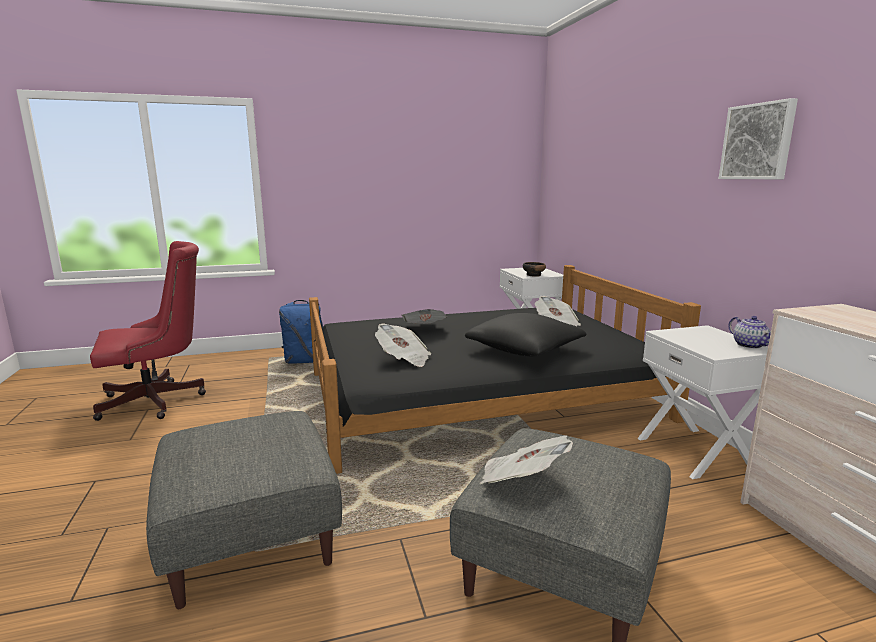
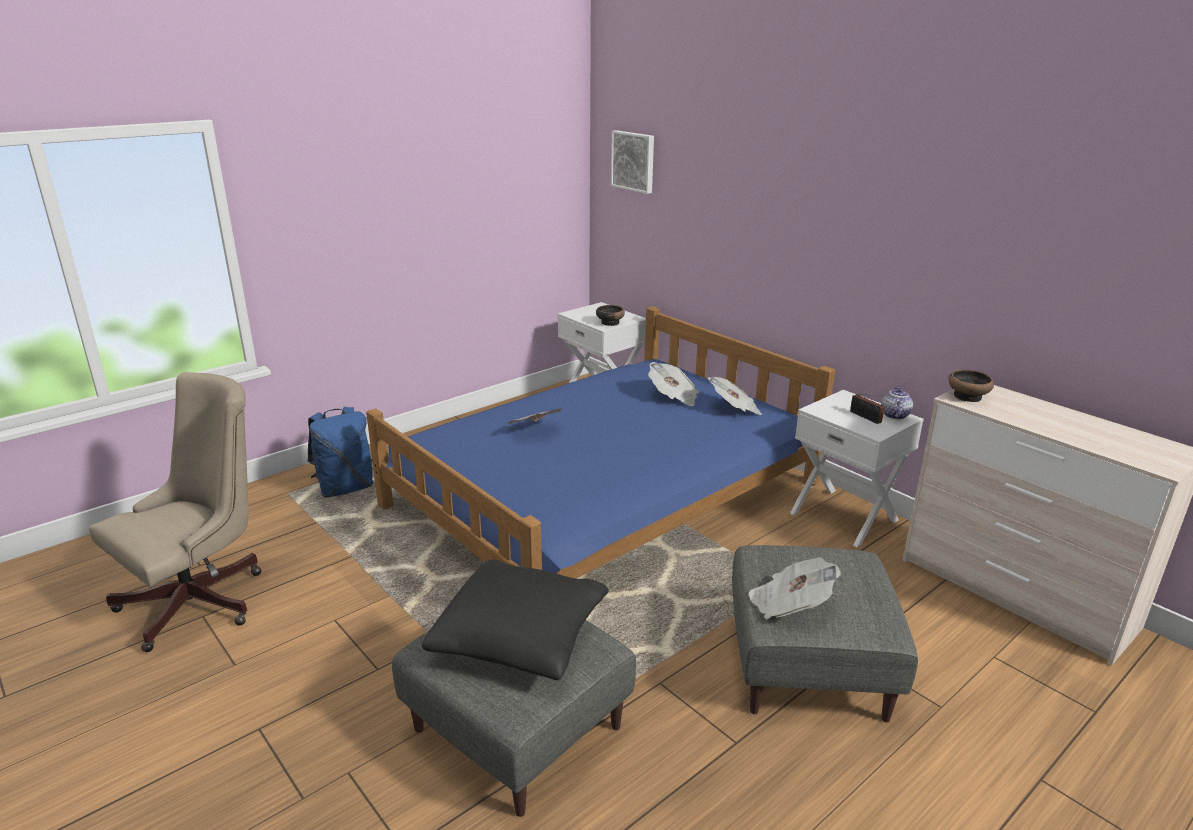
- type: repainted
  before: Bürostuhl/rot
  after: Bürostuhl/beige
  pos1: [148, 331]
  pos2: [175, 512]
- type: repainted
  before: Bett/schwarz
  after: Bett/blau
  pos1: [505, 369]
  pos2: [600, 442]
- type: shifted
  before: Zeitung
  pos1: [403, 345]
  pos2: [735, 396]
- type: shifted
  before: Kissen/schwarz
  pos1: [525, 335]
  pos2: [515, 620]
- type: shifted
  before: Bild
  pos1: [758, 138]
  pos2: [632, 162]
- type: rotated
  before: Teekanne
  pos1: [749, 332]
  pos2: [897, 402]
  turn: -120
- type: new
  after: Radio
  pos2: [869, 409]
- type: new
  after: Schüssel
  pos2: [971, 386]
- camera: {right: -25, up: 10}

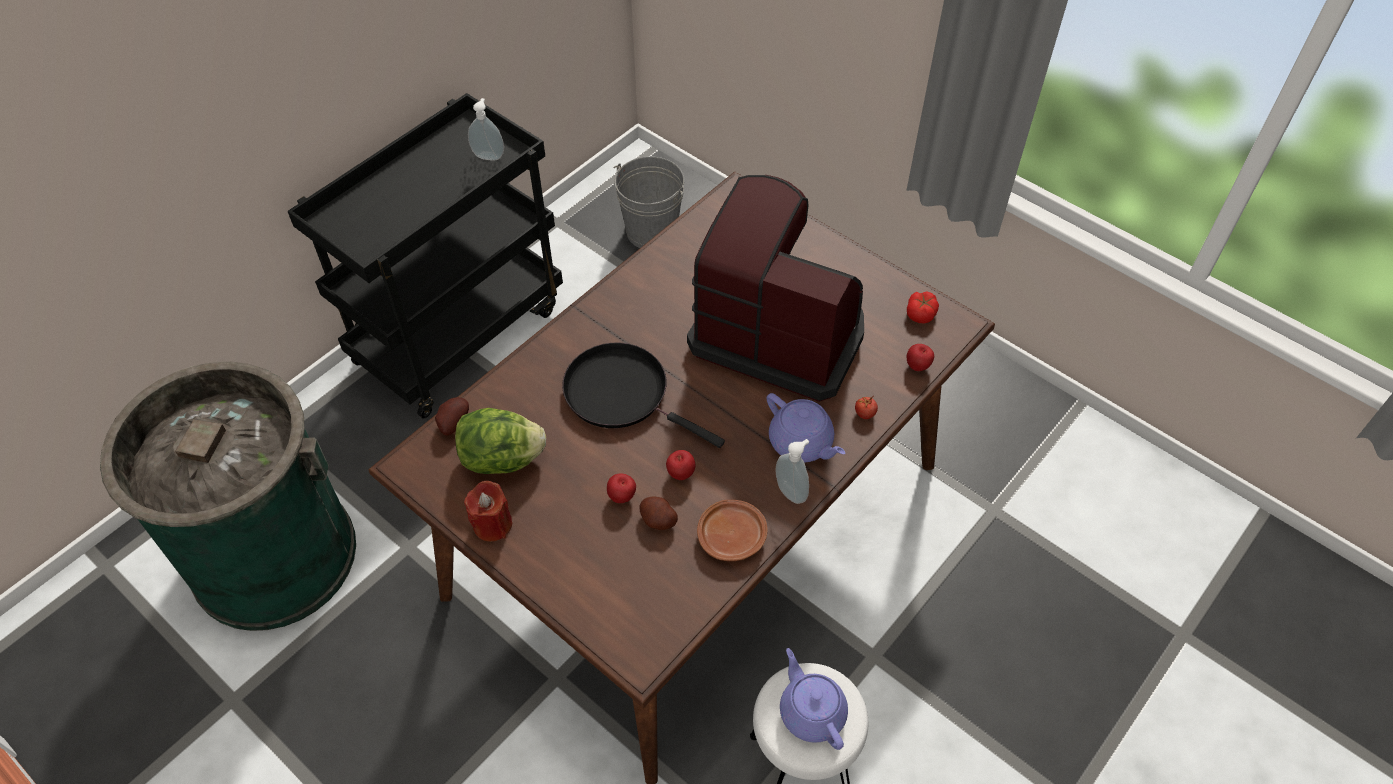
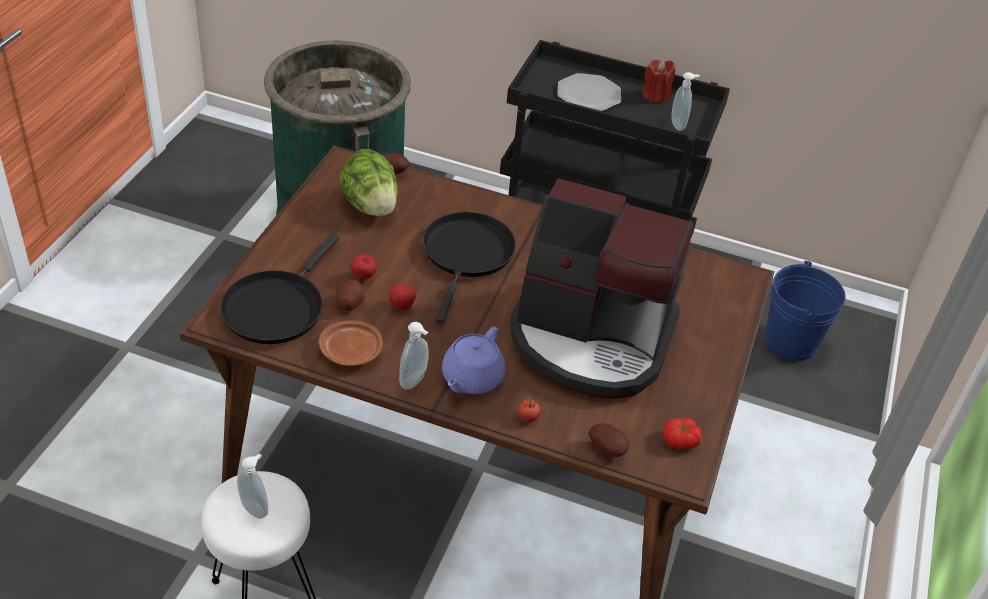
- type: shifted
  before: Kerze/rot
  pos1: [488, 511]
  pos2: [659, 81]
- type: repainted
  before: Eimer/grau
  after: Eimer/blau
  pos1: [648, 202]
  pos2: [805, 311]
- type: rotated
  before: Kaffeemaschine
  pos1: [775, 288]
  pos2: [602, 288]
  turn: 105
- type: swapped
  before: Teekanne/lila
  after: Seifenspender
  pos1: [814, 699]
  pos2: [253, 486]
- type: swapped
  before: Apfel
  after: Kartoffel
  pos1: [920, 357]
  pos2: [609, 440]
- type: new
  after: Pfanne/schwarz
  pos2: [279, 289]
- type: new
  after: Teller
  pos2: [589, 92]
- camera: {right: 65, up: -10}

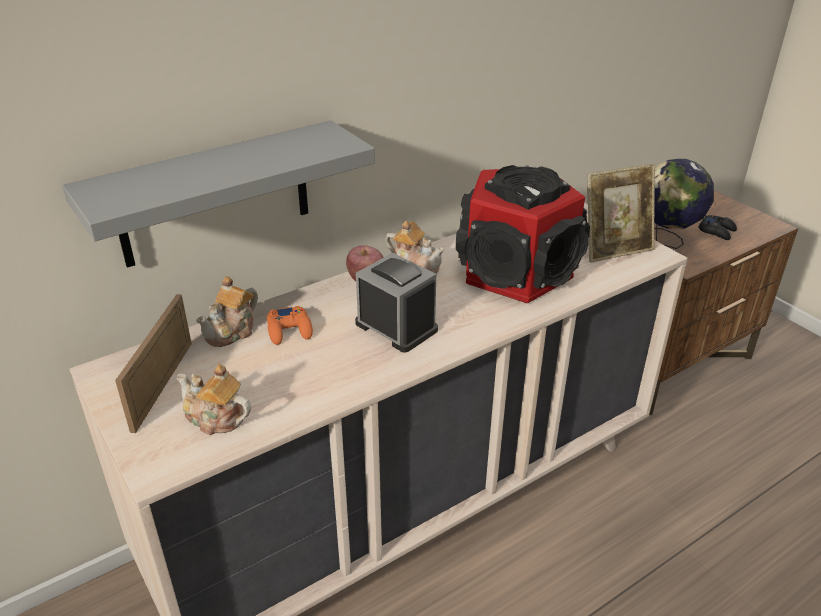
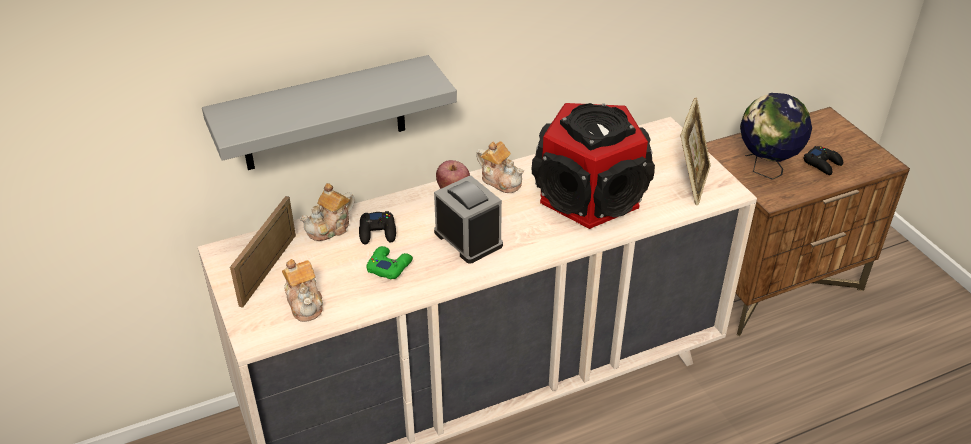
- type: rotated
  before: Teekanne
  pos1: [213, 399]
  pos2: [302, 290]
  turn: -150
- type: repainted
  before: Gamepad/orange
  after: Gamepad/schwarz
  pos1: [290, 325]
  pos2: [377, 227]
- type: rotated
  before: Bilderrahmen
  pos1: [621, 213]
  pos2: [695, 151]
  turn: -60
- type: new
  after: Gamepad/grün
  pos2: [389, 262]
- camera: {right: 10, up: 5}

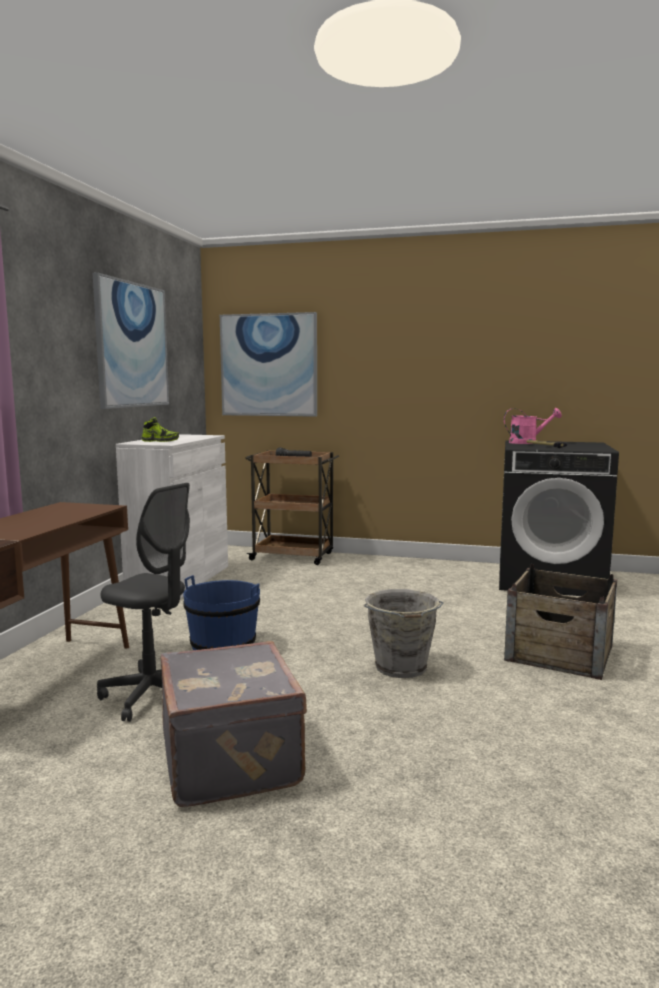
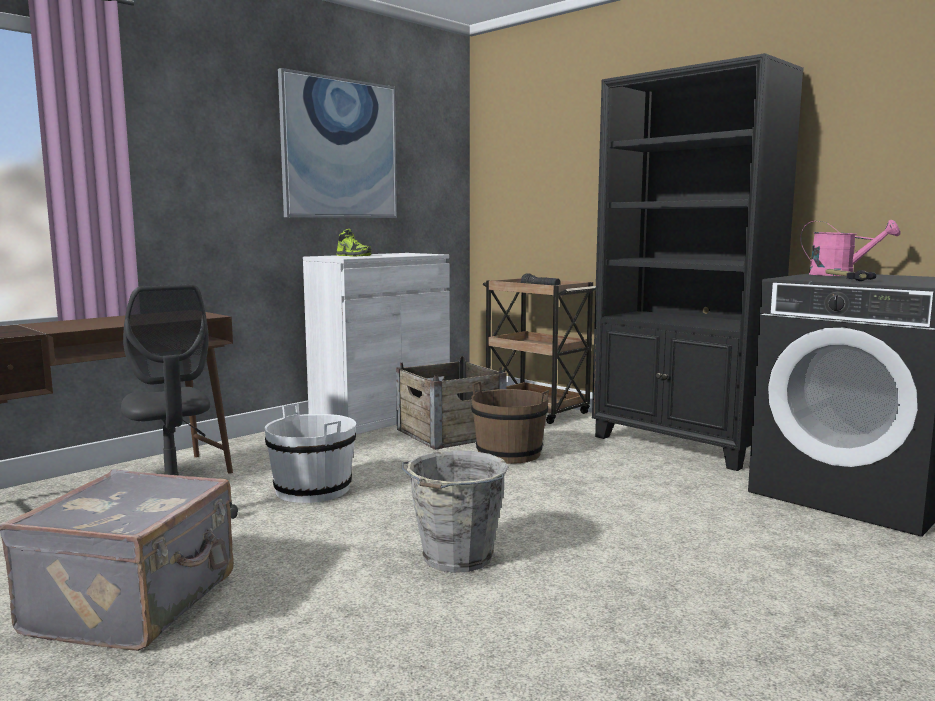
- type: repainted
  before: Eimer/blau
  after: Eimer/weiß
  pos1: [221, 612]
  pos2: [310, 453]
- type: gone
  before: Bild
  pos1: [268, 364]
- type: shifted
  before: Kiste
  pos1: [560, 622]
  pos2: [451, 403]
- type: new
  after: Eimer/braun
  pos2: [510, 423]
- type: new
  after: Bücherregal/schwarz
  pos2: [698, 262]
- camera: {right: 30, up: 0}

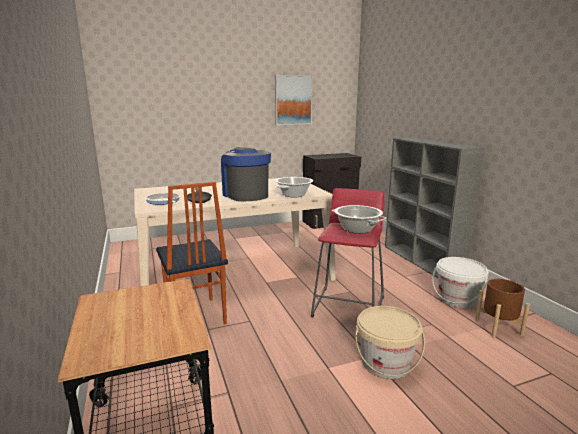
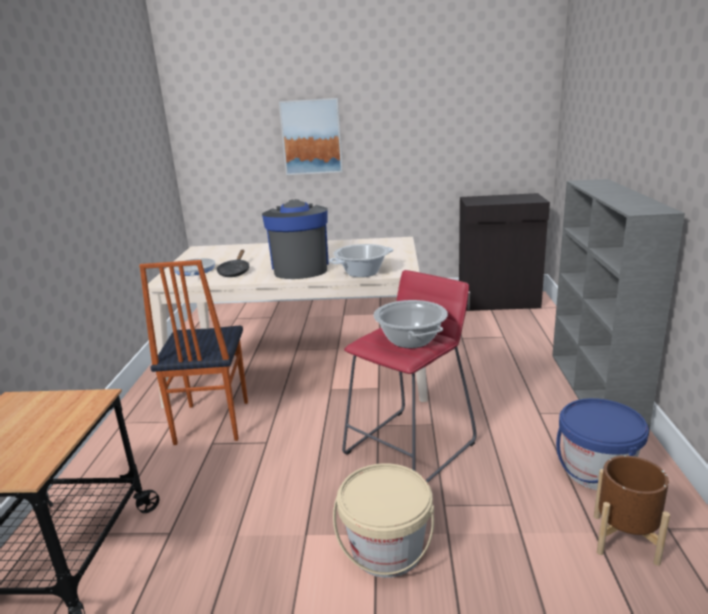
- type: shifted
  before: Bild
  pos1: [293, 100]
  pos2: [311, 136]
- type: repainted
  before: Eimer/weiß
  after: Eimer/blau
  pos1: [460, 282]
  pos2: [602, 444]
- camera: {right: 25, up: 5}

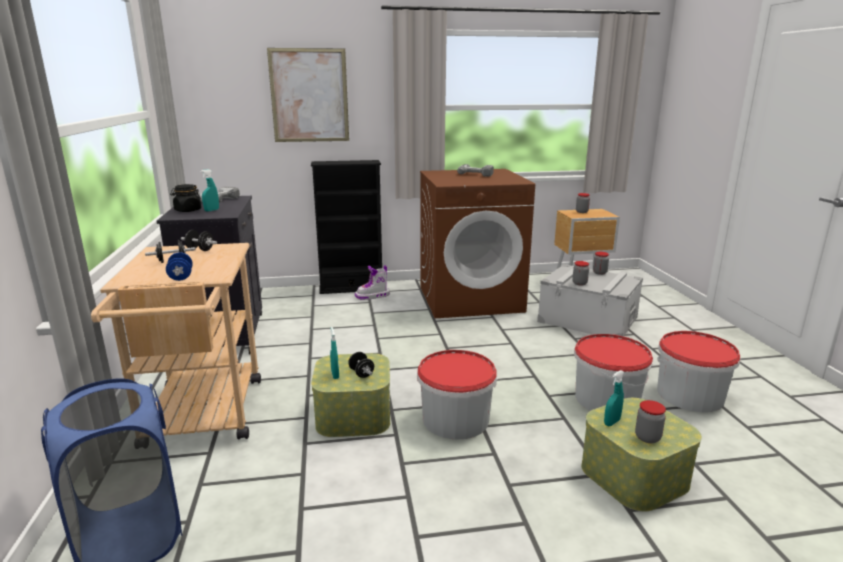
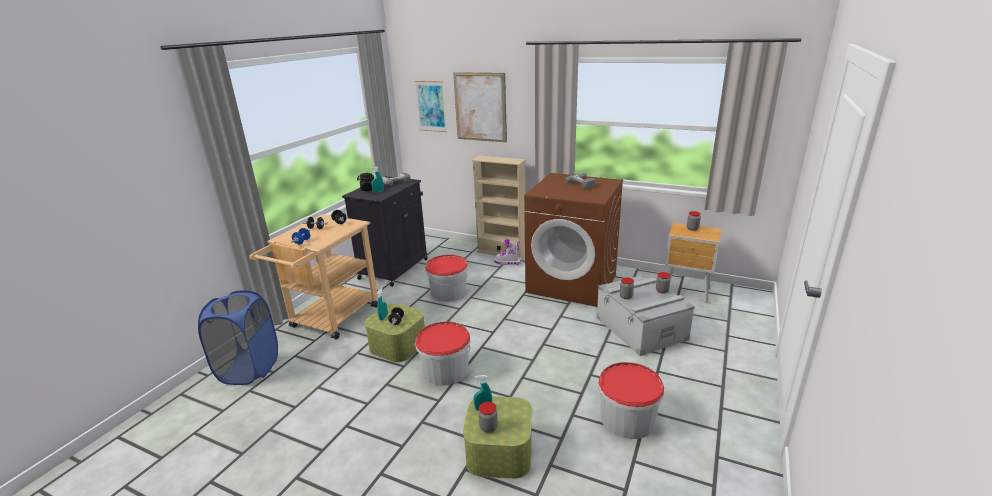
- type: repainted
  before: Bücherregal/schwarz
  after: Bücherregal/beige
  pos1: [346, 227]
  pos2: [498, 207]
- type: shifted
  before: Eimer
  pos1: [613, 372]
  pos2: [446, 278]
- type: new
  after: Bild
  pos2: [431, 106]
- camera: {right: 35, up: 5}

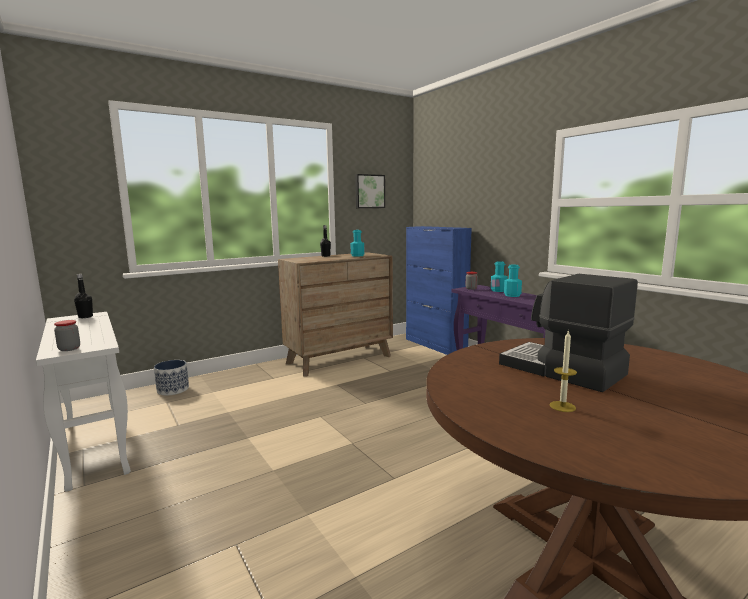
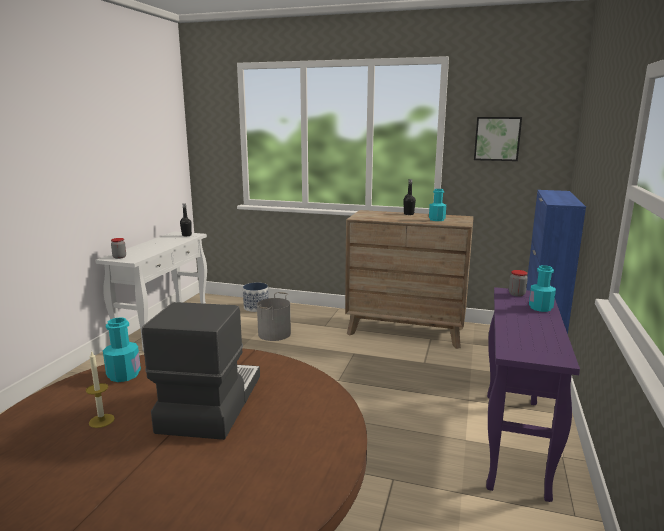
- type: shifted
  before: Flasche/türkis
  pos1: [513, 281]
  pos2: [122, 349]
- type: new
  after: Eimer/grau
  pos2: [274, 316]
- camera: {right: 50, up: 5}

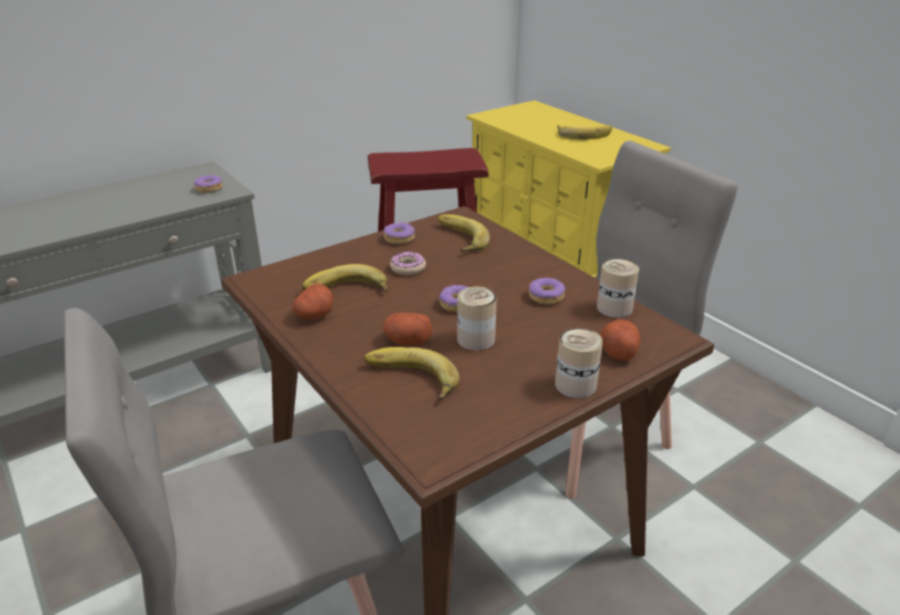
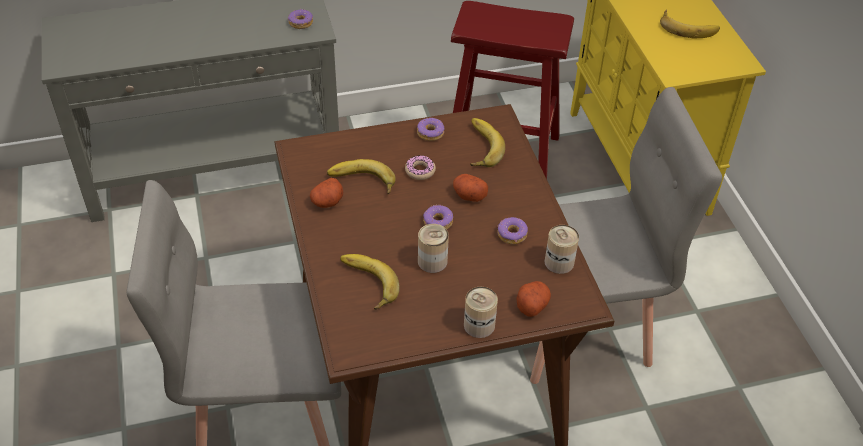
- type: shifted
  before: Kartoffel
  pos1: [408, 329]
  pos2: [470, 188]
- camera: {right: 20, up: 15}

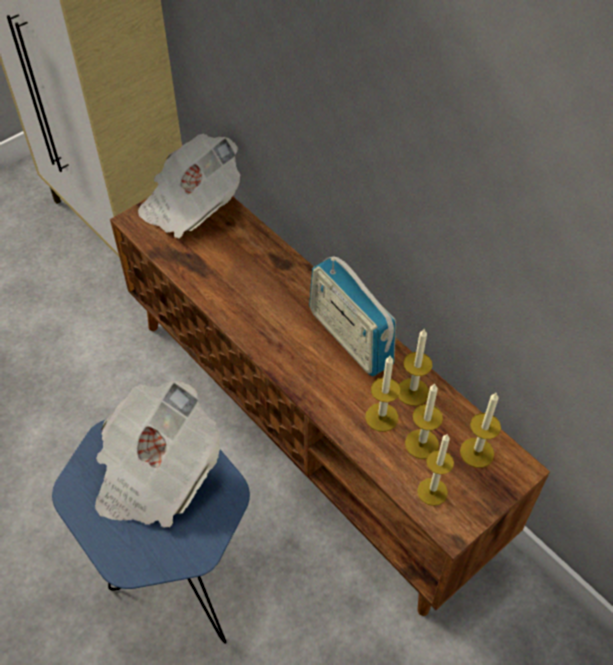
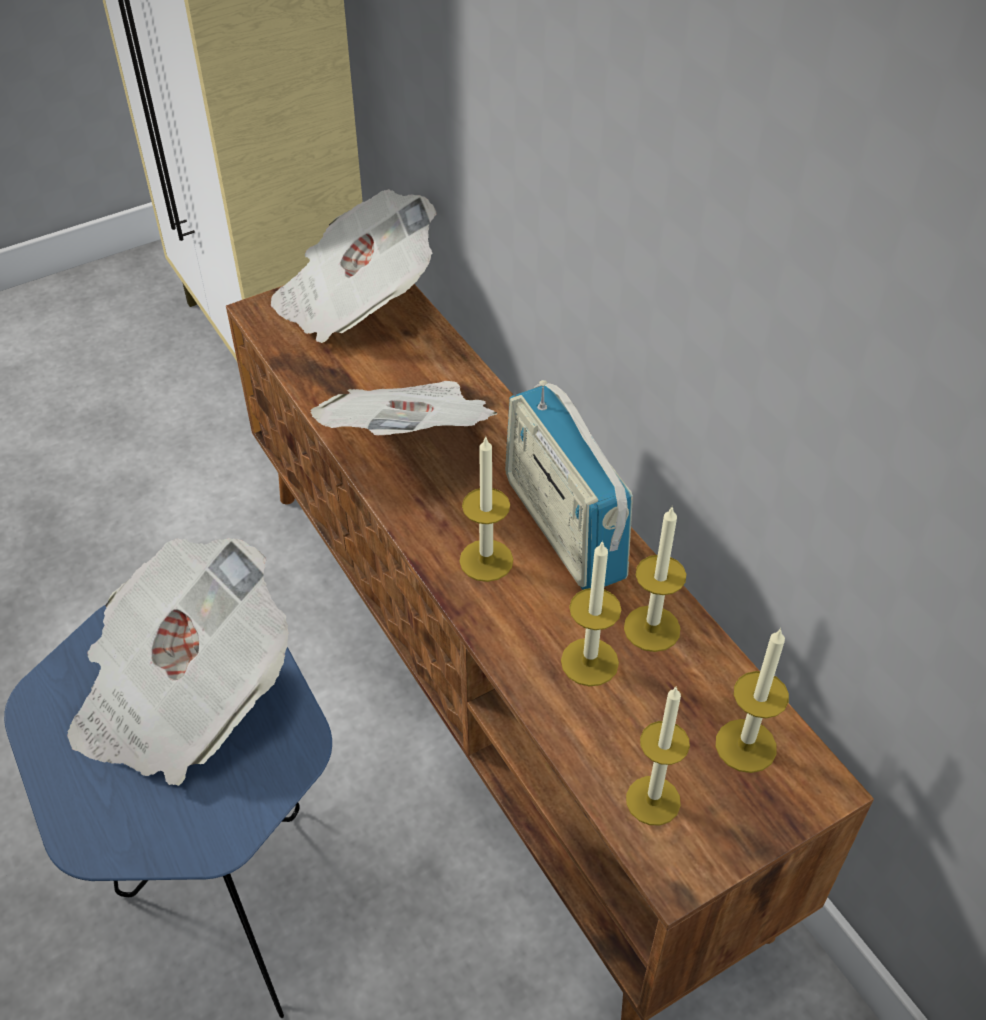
- type: shifted
  before: Kerze
  pos1: [424, 421]
  pos2: [486, 509]
- type: new
  after: Zeitung
  pos2: [403, 408]
- camera: {right: 10, up: -5}

